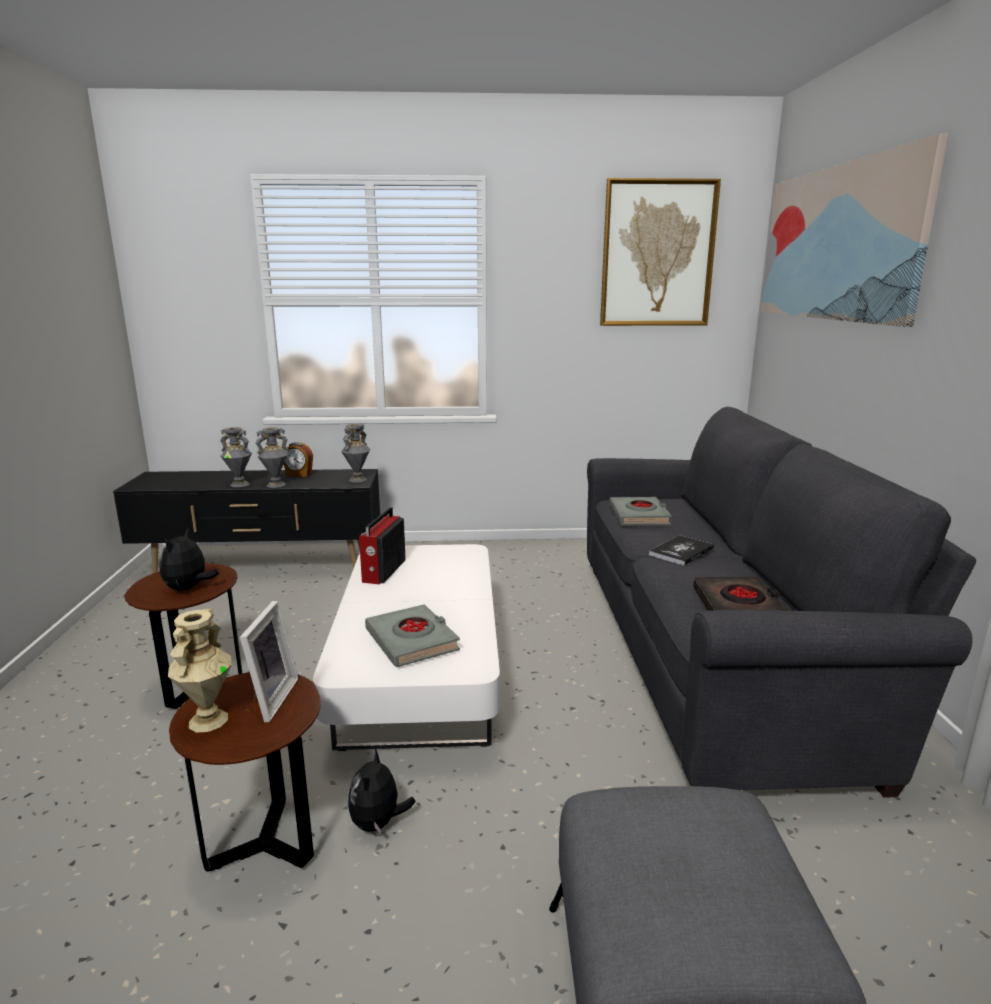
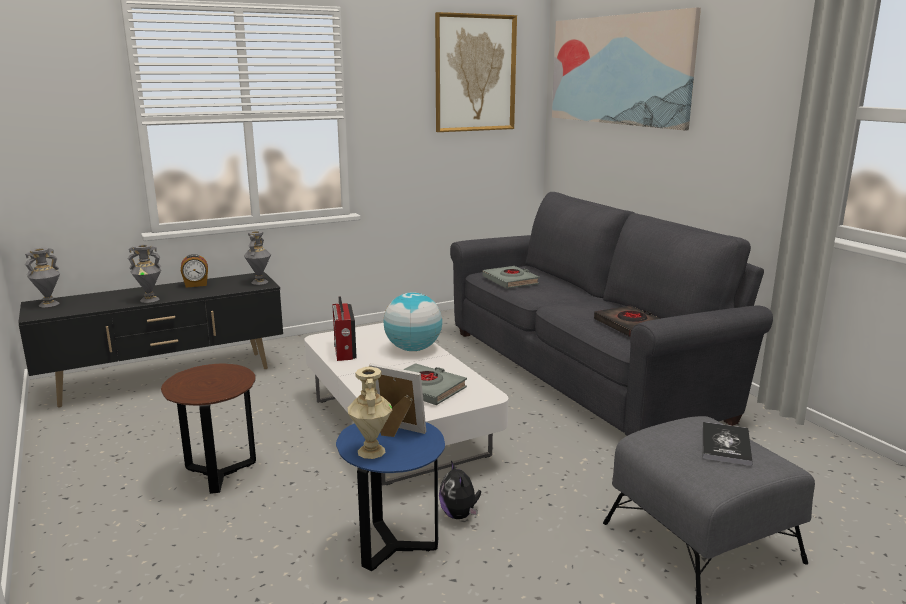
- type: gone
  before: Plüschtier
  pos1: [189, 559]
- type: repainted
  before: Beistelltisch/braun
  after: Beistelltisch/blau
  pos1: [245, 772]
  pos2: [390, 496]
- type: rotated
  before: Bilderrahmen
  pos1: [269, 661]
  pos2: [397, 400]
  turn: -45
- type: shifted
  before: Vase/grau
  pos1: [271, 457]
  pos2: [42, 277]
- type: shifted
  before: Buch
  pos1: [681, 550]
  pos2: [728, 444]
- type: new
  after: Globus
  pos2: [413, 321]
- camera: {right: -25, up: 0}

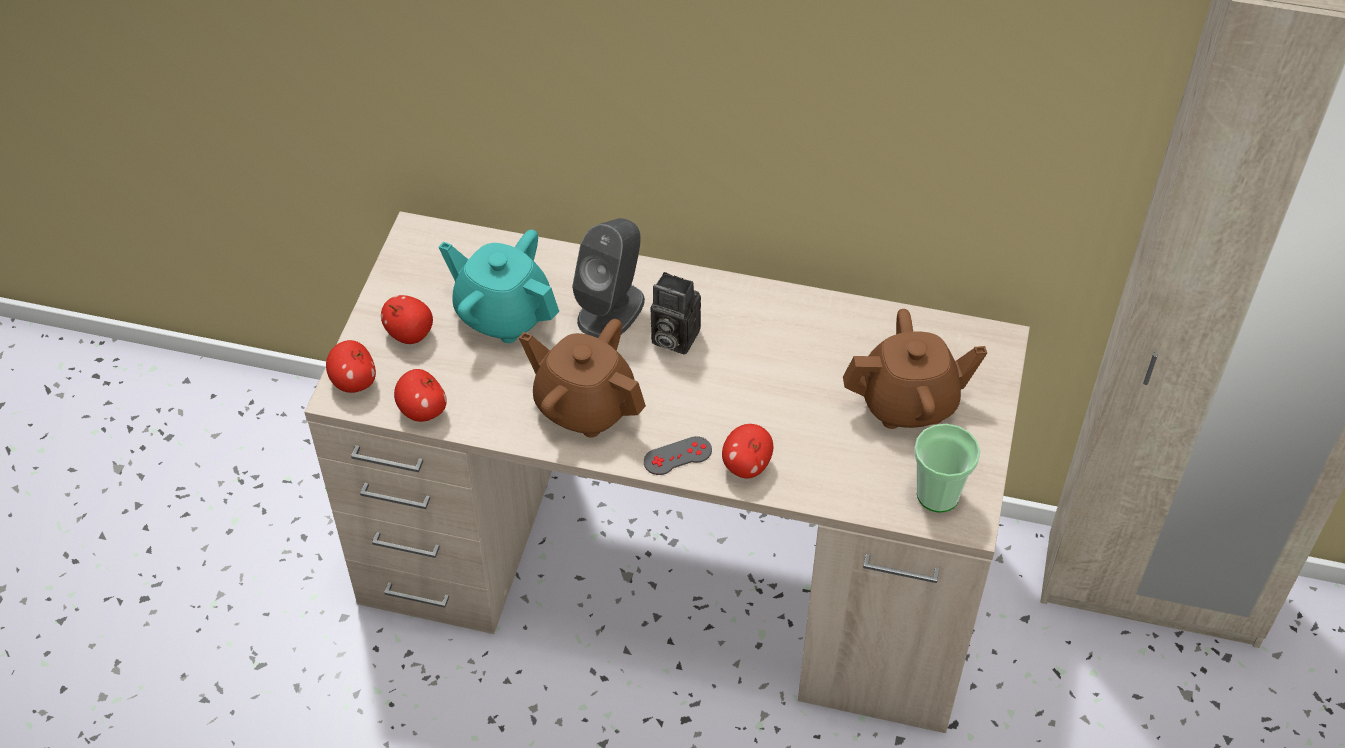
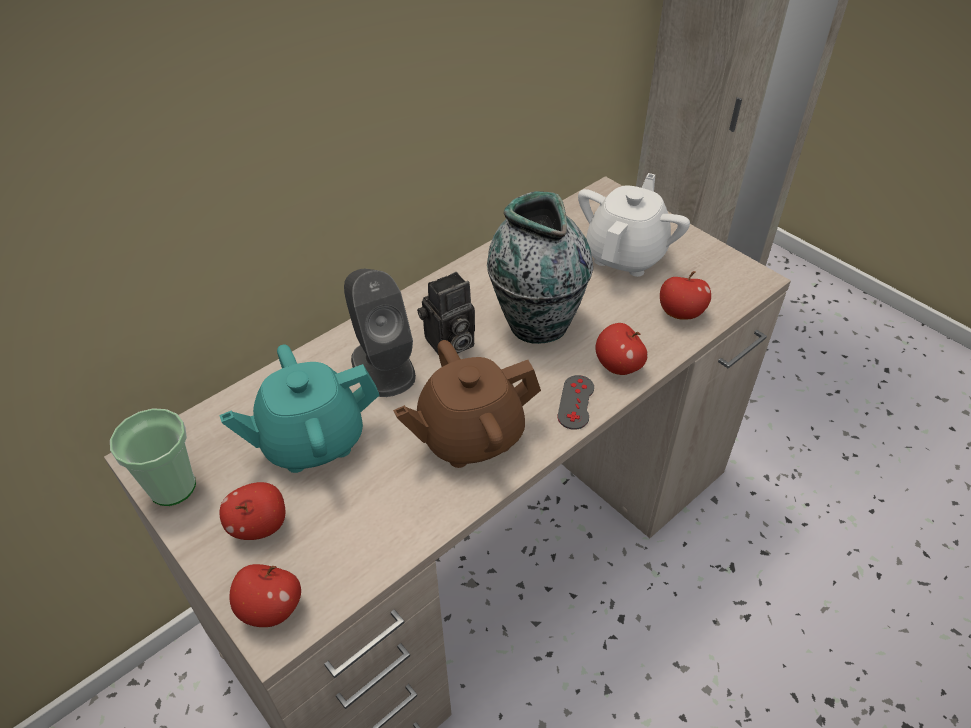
- type: shifted
  before: Apfel
  pos1: [420, 395]
  pos2: [685, 295]
- type: repainted
  before: Teekanne/braun
  after: Teekanne/weiß
  pos1: [915, 369]
  pos2: [634, 225]
- type: shifted
  before: Tasse
  pos1: [947, 468]
  pos2: [153, 457]
- type: new
  after: Vase
  pos2: [540, 267]
- camera: {right: -55, up: -5}

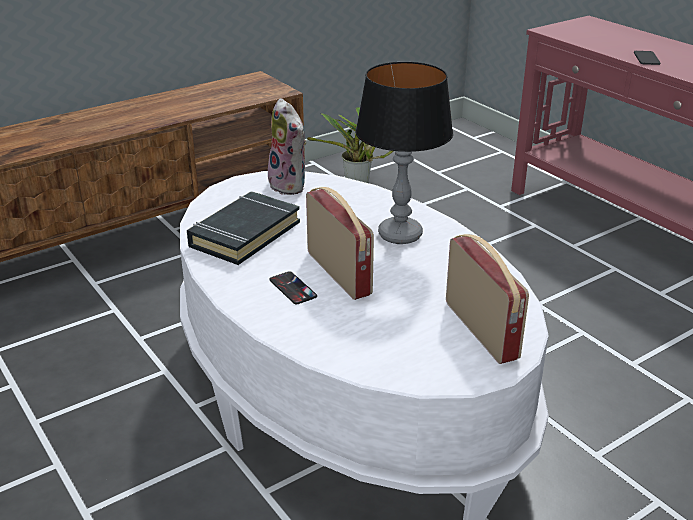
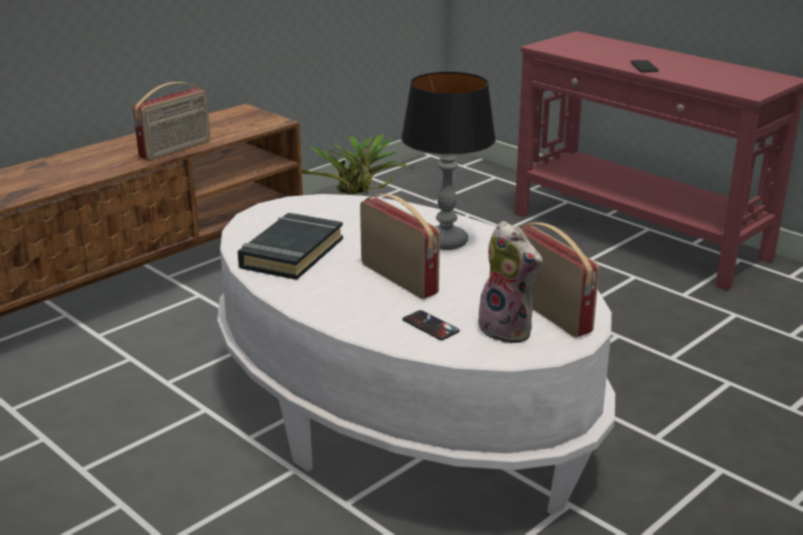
- type: shifted
  before: Plüschtier
  pos1: [287, 146]
  pos2: [508, 282]
- type: shifted
  before: Handy
  pos1: [293, 287]
  pos2: [431, 325]
- type: new
  after: Radio
  pos2: [172, 121]
- camera: {right: -10, up: -5}

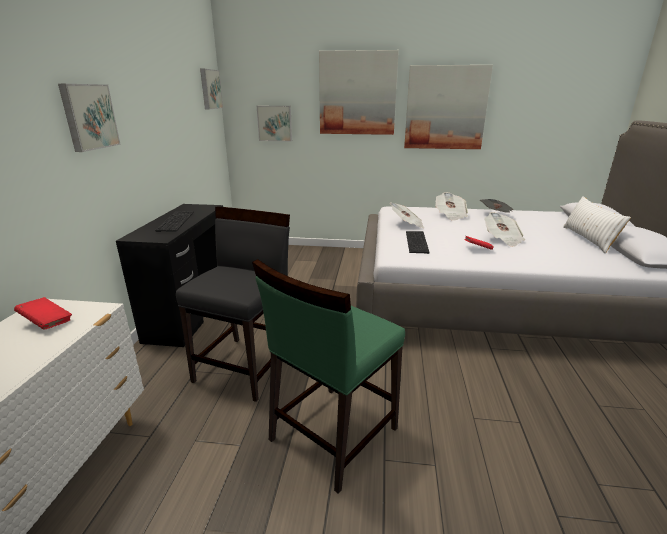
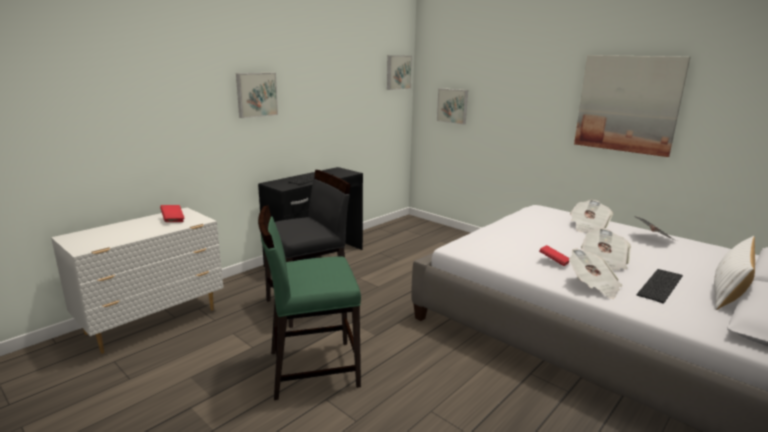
- type: gone
  before: Bild
  pos1: [359, 92]
- type: shifted
  before: Zeitung
  pos1: [407, 215]
  pos2: [595, 273]
- type: shifted
  before: Tastatur
  pos1: [417, 242]
  pos2: [660, 286]
- camera: {right: 35, up: -5}

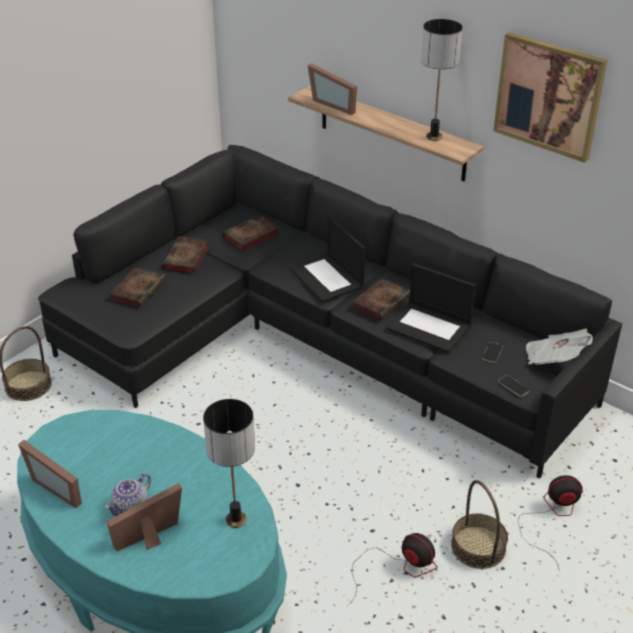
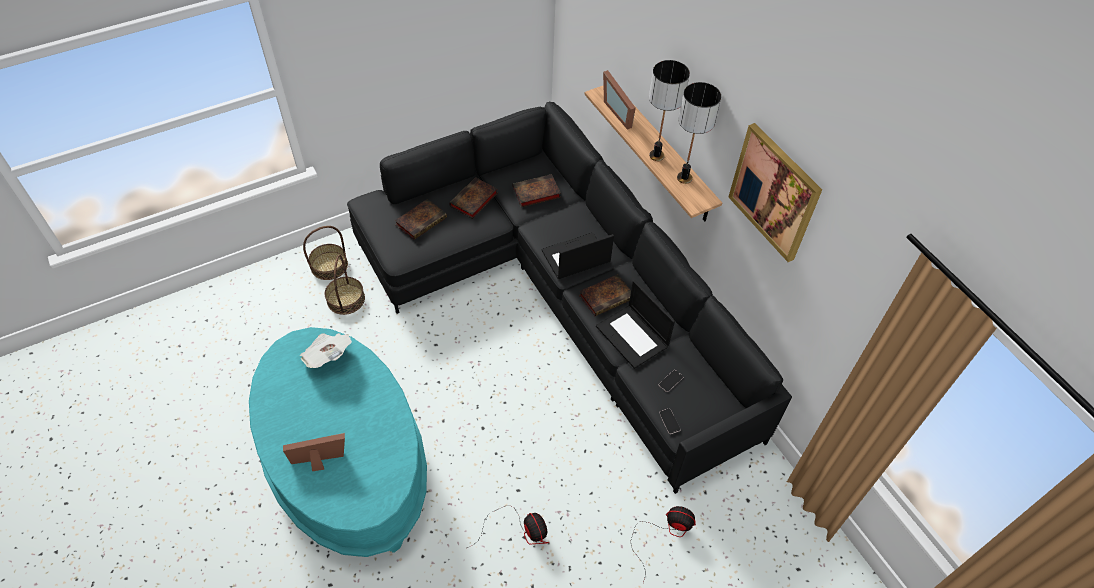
- type: gone
  before: Bilderrahmen
  pos1: [50, 474]
- type: gone
  before: Teekanne
  pos1: [128, 494]
- type: shifted
  before: Tischlampe
  pos1: [229, 463]
  pos2: [669, 110]
- type: rotated
  before: Laptop
  pos1: [327, 259]
  pos2: [577, 255]
  turn: 75
- type: shifted
  before: Korb
  pos1: [479, 524]
  pos2: [345, 285]
- type: shifted
  before: Zeitung
  pos1: [559, 346]
  pos2: [326, 350]
- camera: {right: 20, up: 15}

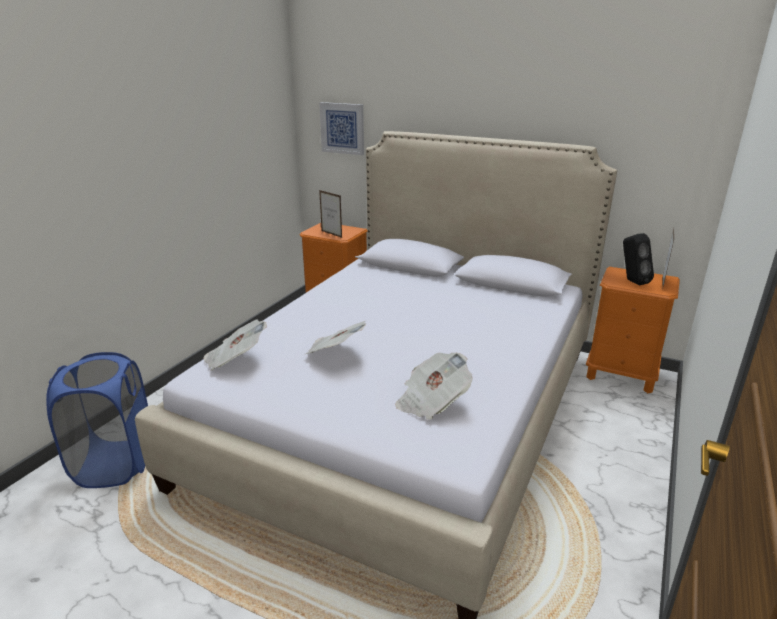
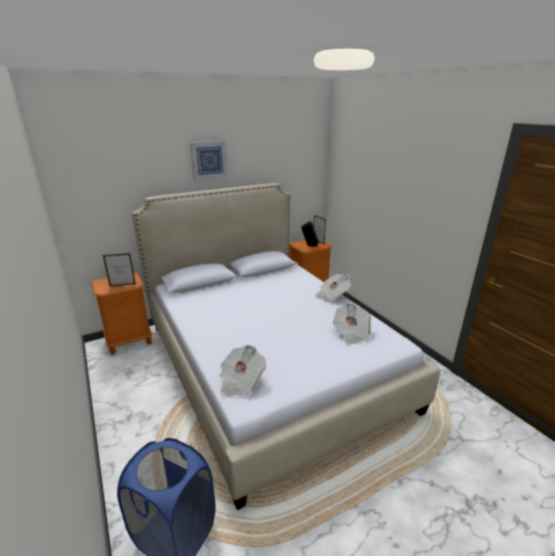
- type: shifted
  before: Zeitung
  pos1: [336, 337]
  pos2: [333, 288]
- type: shifted
  before: Bild
  pos1: [341, 128]
  pos2: [209, 160]
- camera: {right: -55, up: 0}

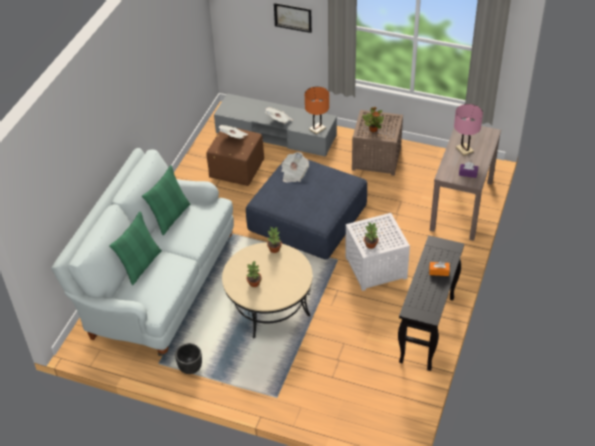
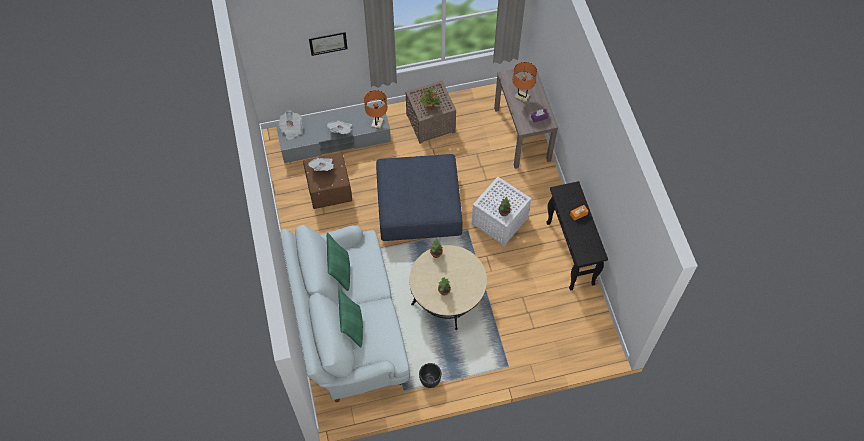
- type: shifted
  before: Zeitung
  pos1: [295, 167]
  pos2: [290, 125]
- type: repainted
  before: Tischlampe/rosa
  after: Tischlampe/orange
  pos1: [468, 130]
  pos2: [524, 82]
- camera: {right: -35, up: 15}

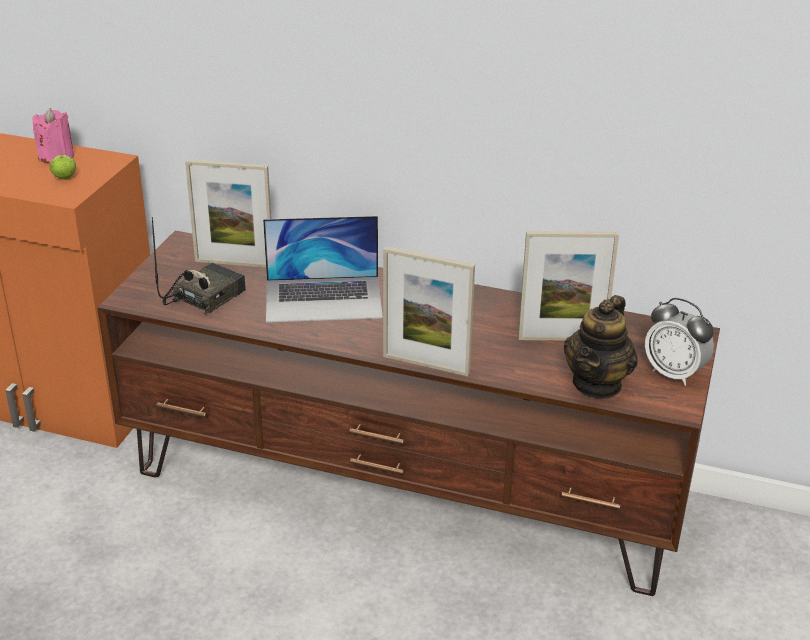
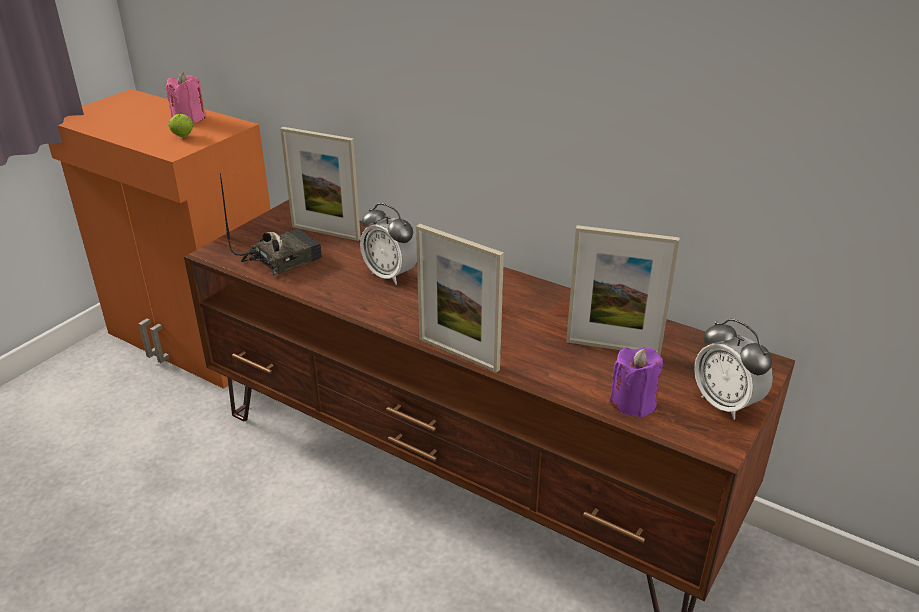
- type: swapped
  before: Laptop
  after: Wecker
  pos1: [323, 269]
  pos2: [388, 244]
- type: swapped
  before: Teekanne
  after: Kerze/lila
  pos1: [601, 347]
  pos2: [636, 382]
- camera: {right: 15, up: 0}

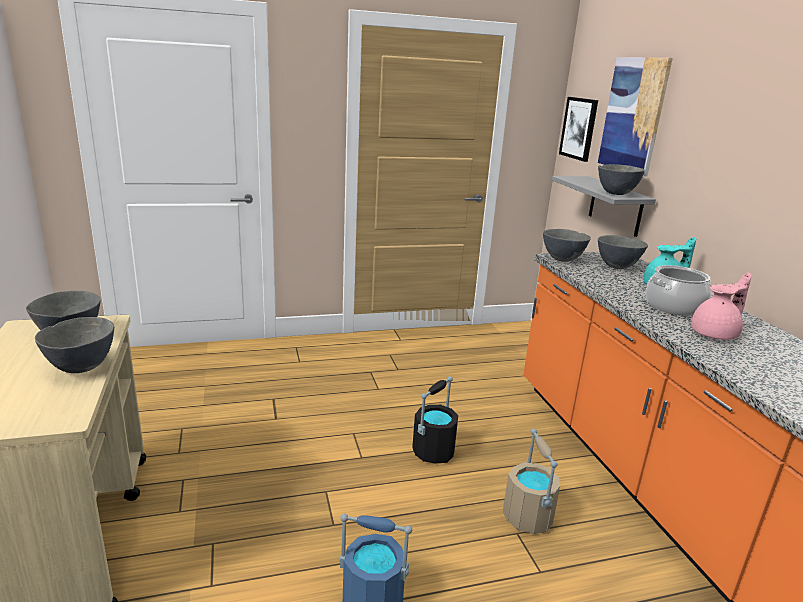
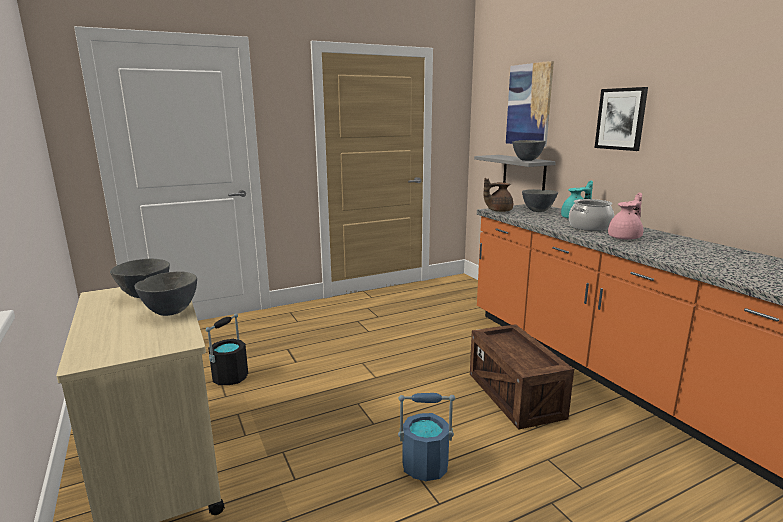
- type: shifted
  before: Eimer/schwarz
  pos1: [435, 420]
  pos2: [227, 349]
- type: swapped
  before: Eimer/beige
  after: Kiste
  pos1: [531, 481]
  pos2: [522, 377]
- type: swapped
  before: Schüssel/grau
  after: Teekanne/braun
  pos1: [567, 245]
  pos2: [498, 195]
- type: shifted
  before: Bild
  pos1: [578, 129]
  pos2: [621, 119]
- camera: {right: -10, up: -5}

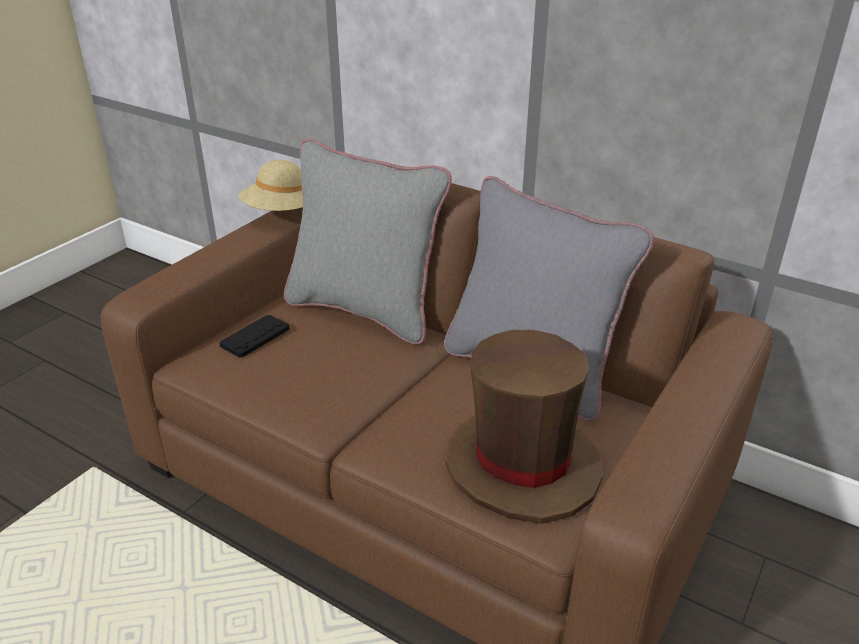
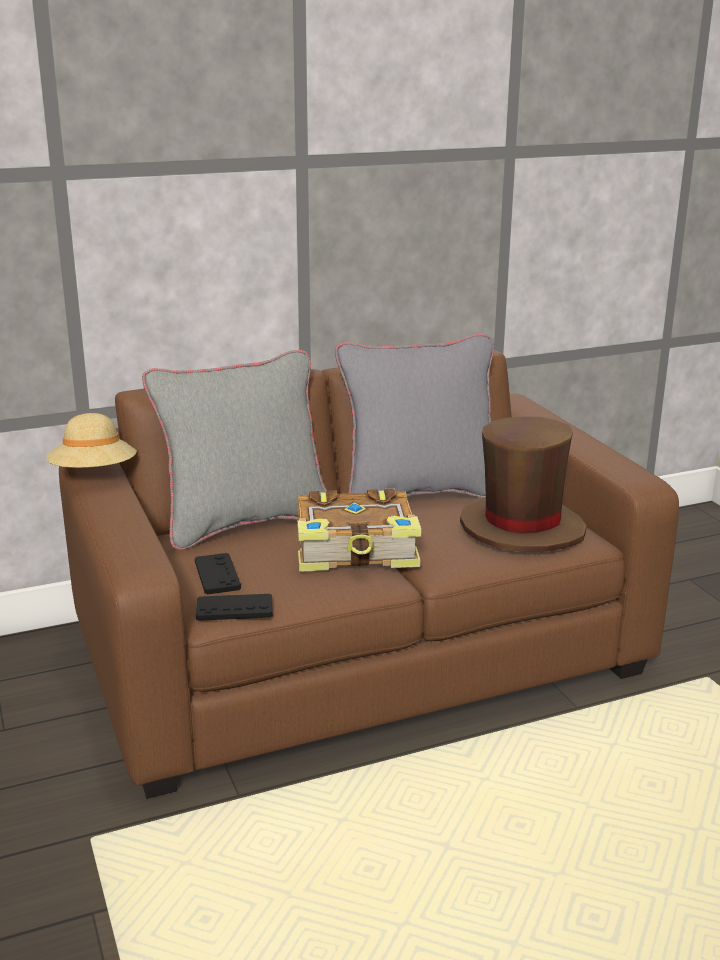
- type: new
  after: Gamepad/schwarz
  pos2: [234, 607]
- type: new
  after: Buch
  pos2: [359, 530]
- camera: {right: -55, up: -10}

